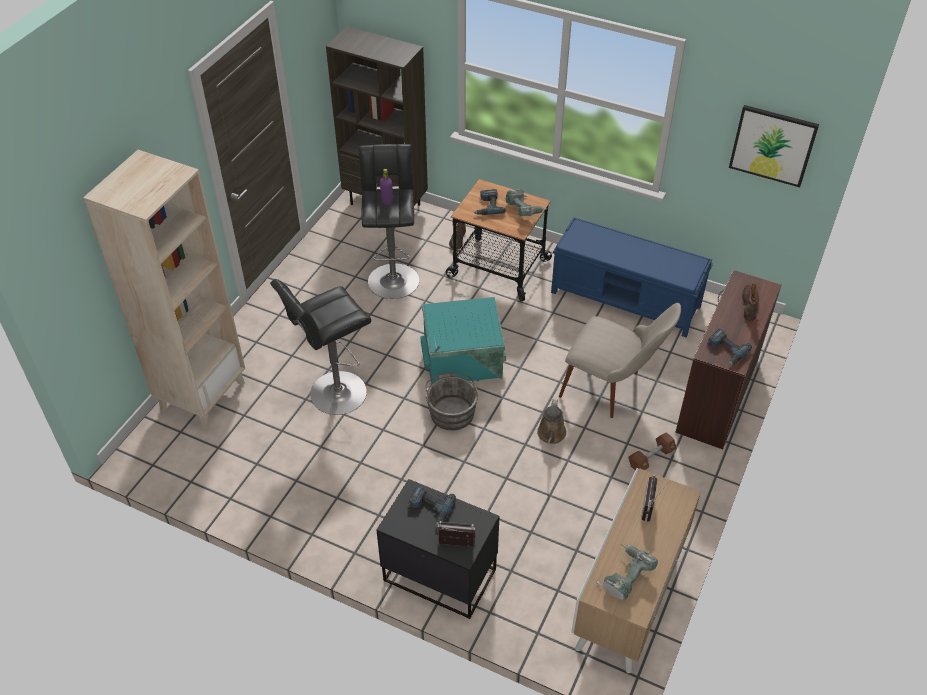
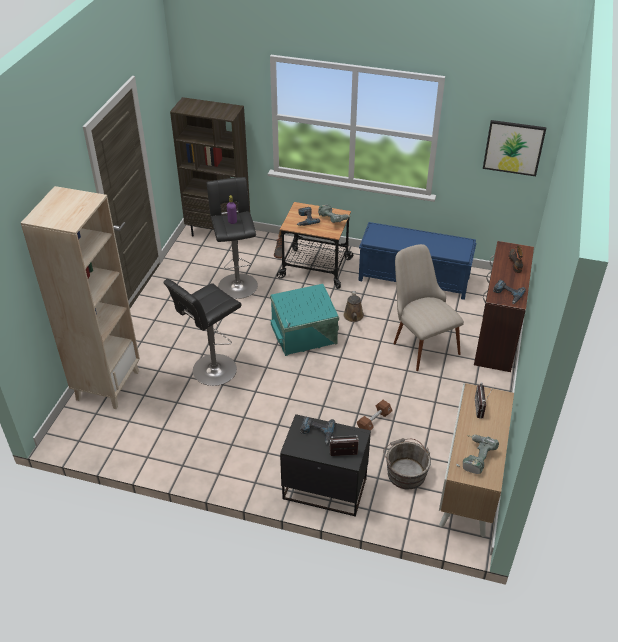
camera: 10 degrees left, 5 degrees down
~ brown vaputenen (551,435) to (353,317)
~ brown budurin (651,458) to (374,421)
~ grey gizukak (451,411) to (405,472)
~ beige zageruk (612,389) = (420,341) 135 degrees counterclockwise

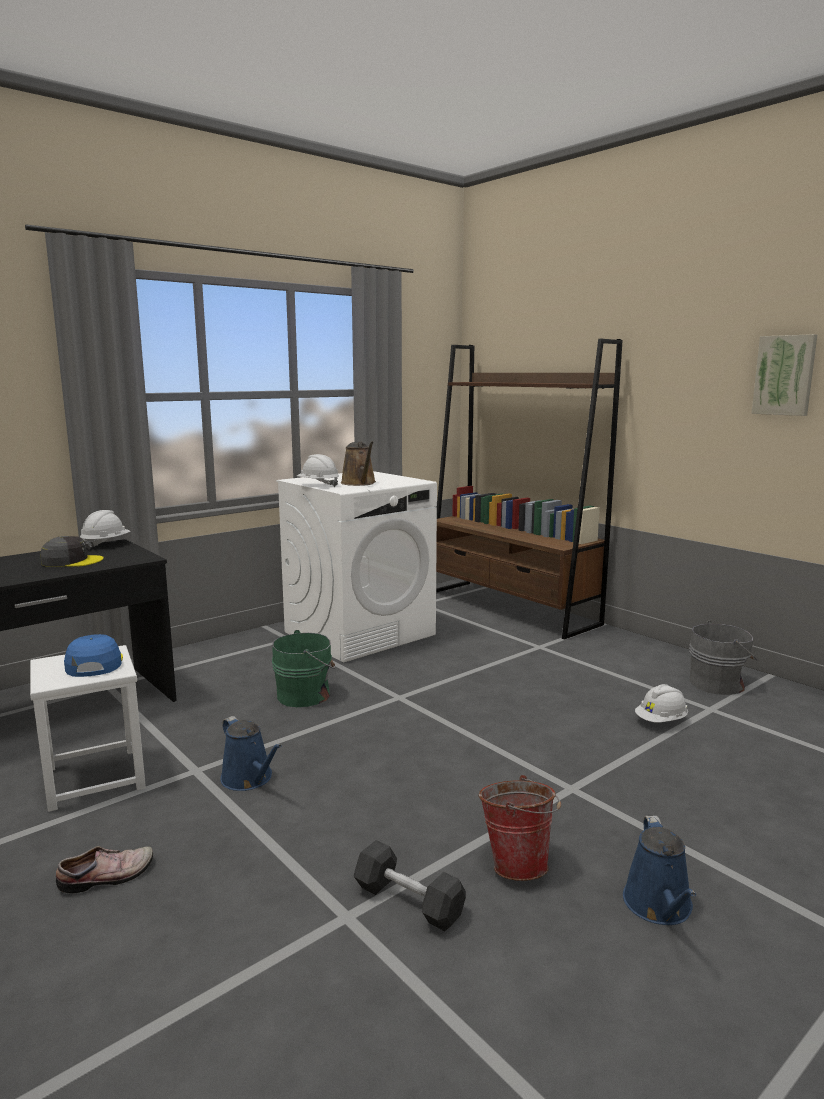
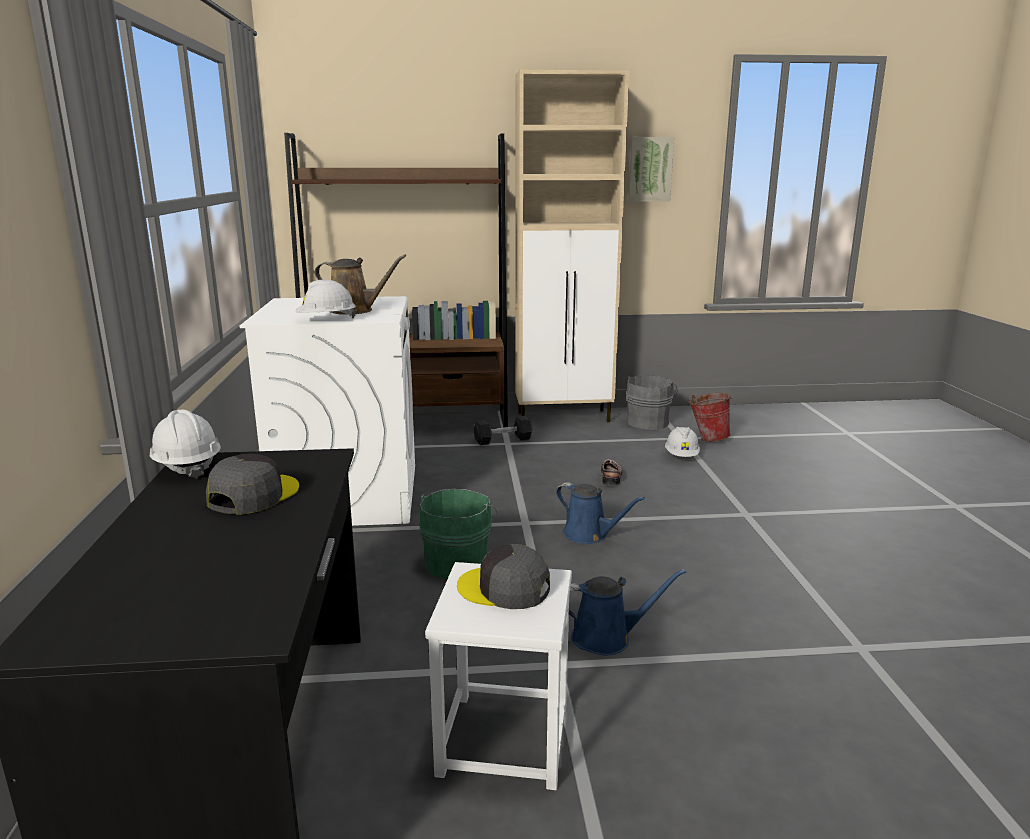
camera: 55 degrees left, 5 degrees up
~ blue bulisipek (94,664) to grey bulisipek (504,588)
~ black budurin (408,901) to (503,440)
+ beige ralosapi (564,417)
~ blue vaputenen (659,907) to (589,534)
~ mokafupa (107,877) to (612,476)
~ gizukak (517,863) to (707,438)

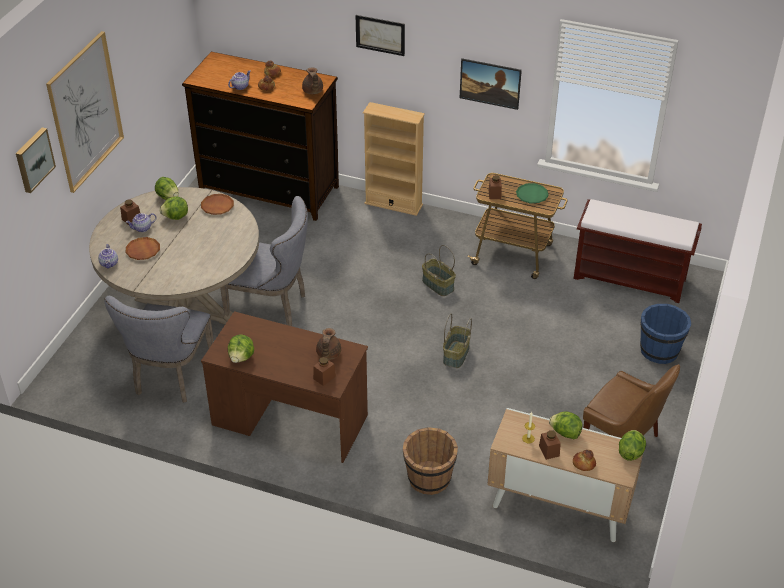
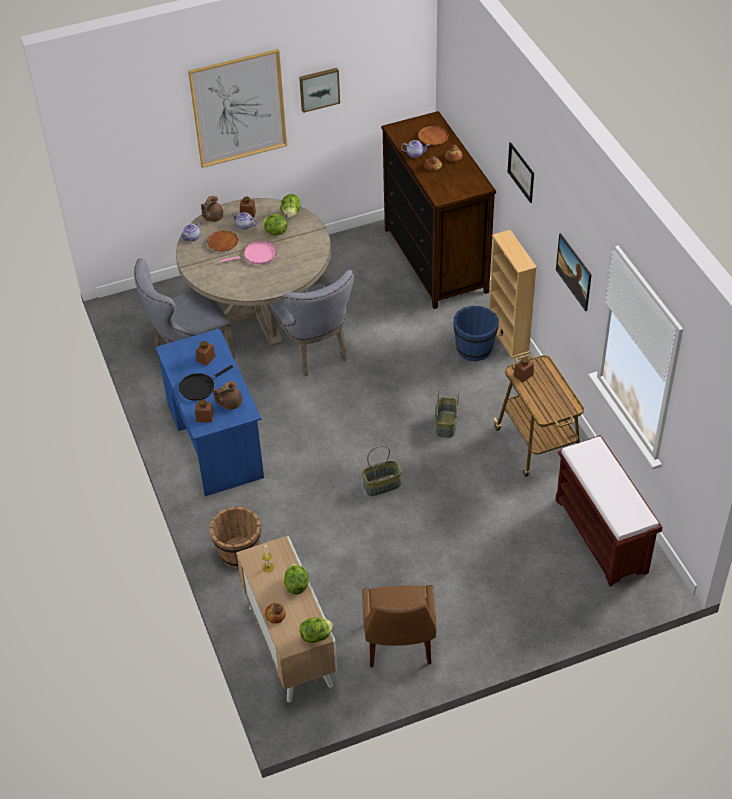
camera: 50 degrees right, 5 degrees up
~ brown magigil (289,420) to blue magigil (215,440)
+ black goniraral (199,387)
~ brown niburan (549,451) to (206,359)
~ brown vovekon (312,91) to (212,218)
+ pink goniraral (257,255)
~ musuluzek (33,159) to (319,89)
~ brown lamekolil (217,206) to (433,137)
~ blue gizukak (659,350) to (474,349)
- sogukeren (241,357)
- green lamekolil (532,195)

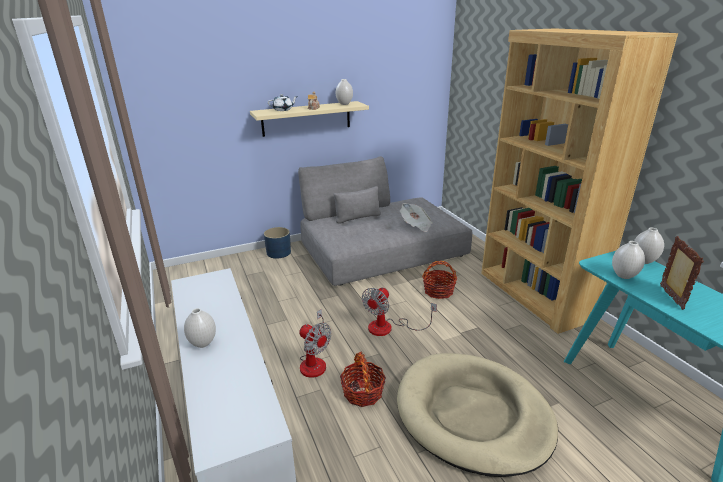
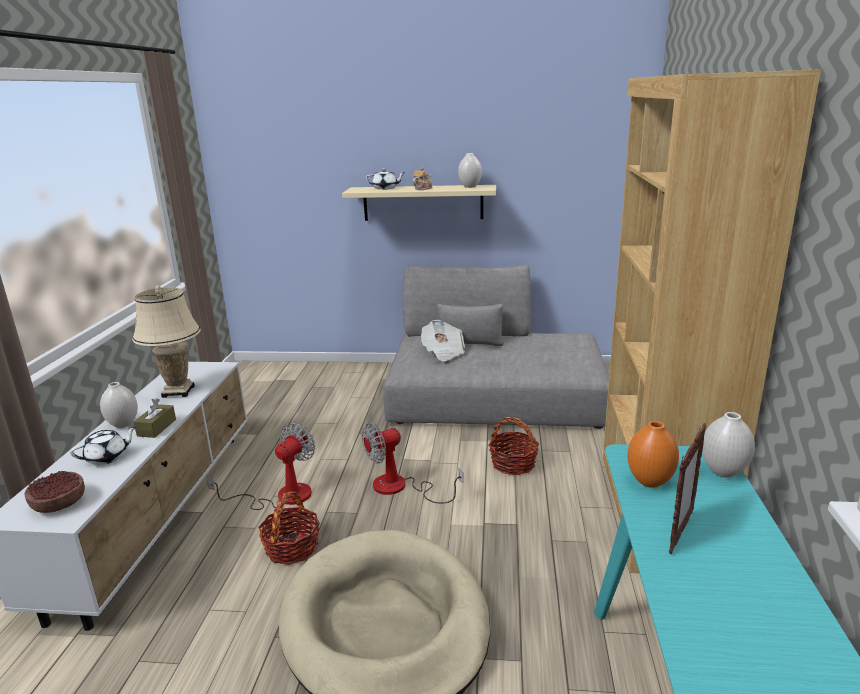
camera: 30 degrees right, 5 degrees down
+ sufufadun (59,503)
+ white vovekon (108,457)
+ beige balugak (178,391)
+ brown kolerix (156,427)
~ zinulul (314,361) = (281,496) 135 degrees counterclockwise
~ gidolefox (416,225) to (443,352)
~ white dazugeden (624,276) to orange dazugeden (650,481)
- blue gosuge (279,252)

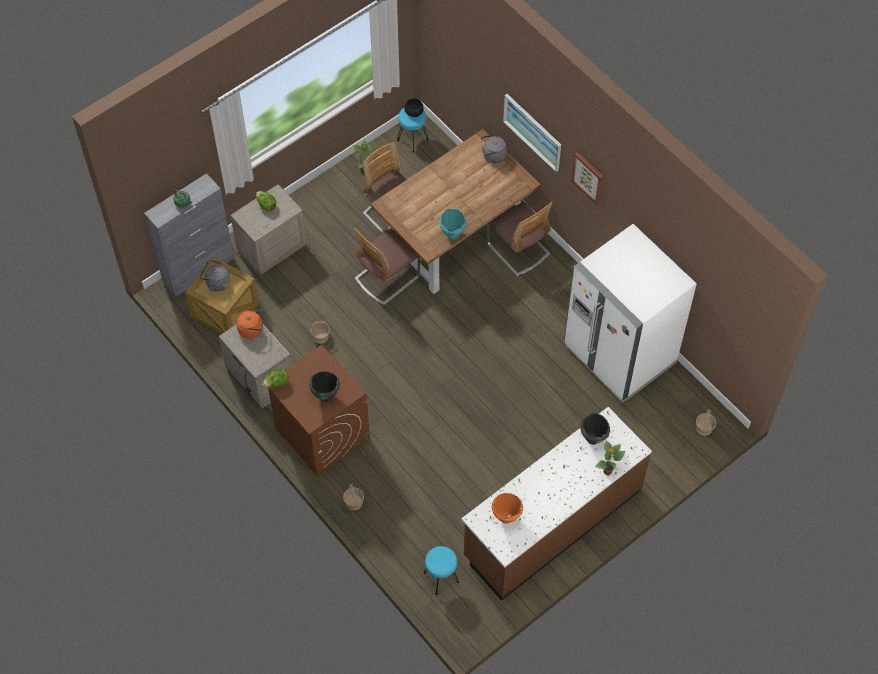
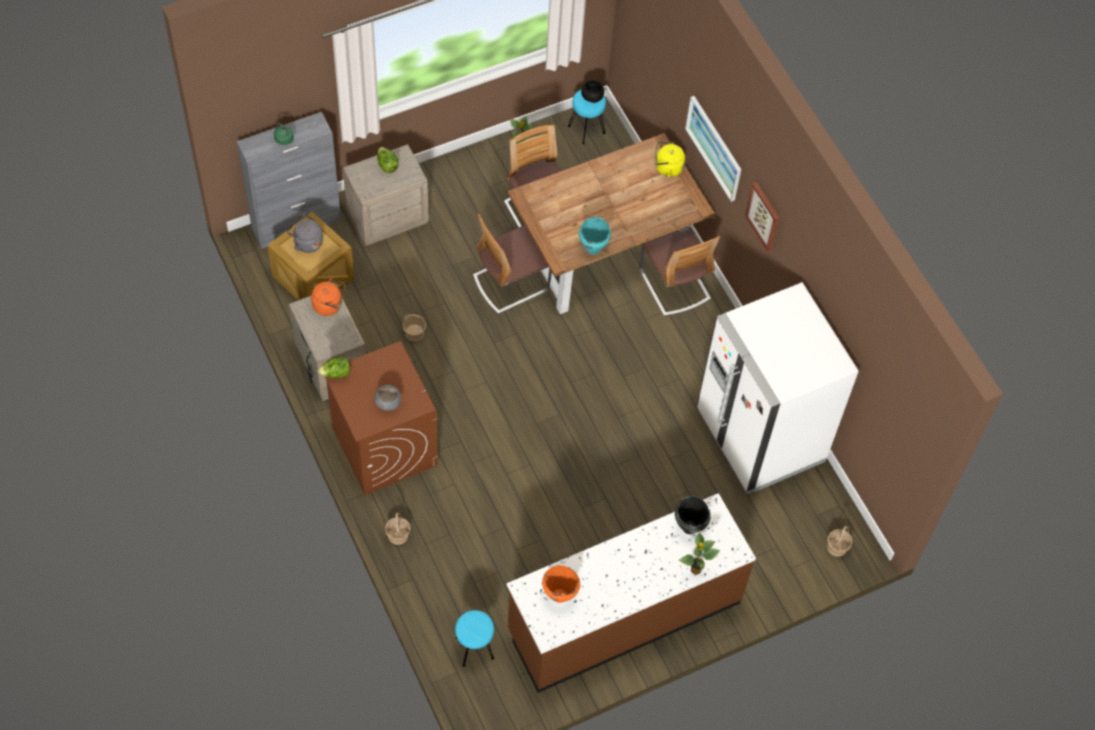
camera: 10 degrees right, 0 degrees up
~ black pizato (325,396) to grey sufufadun (388,402)
~ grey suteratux (492,156) to yellow suteratux (667,168)

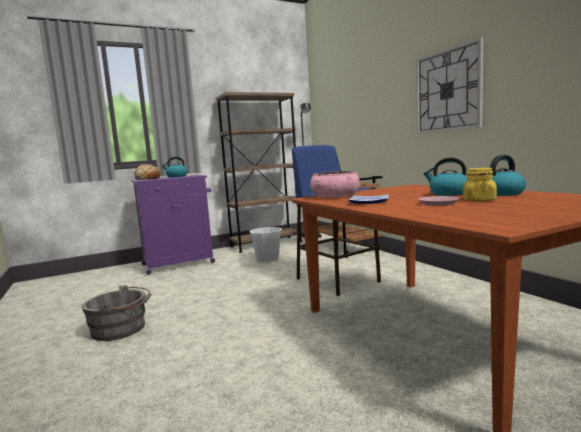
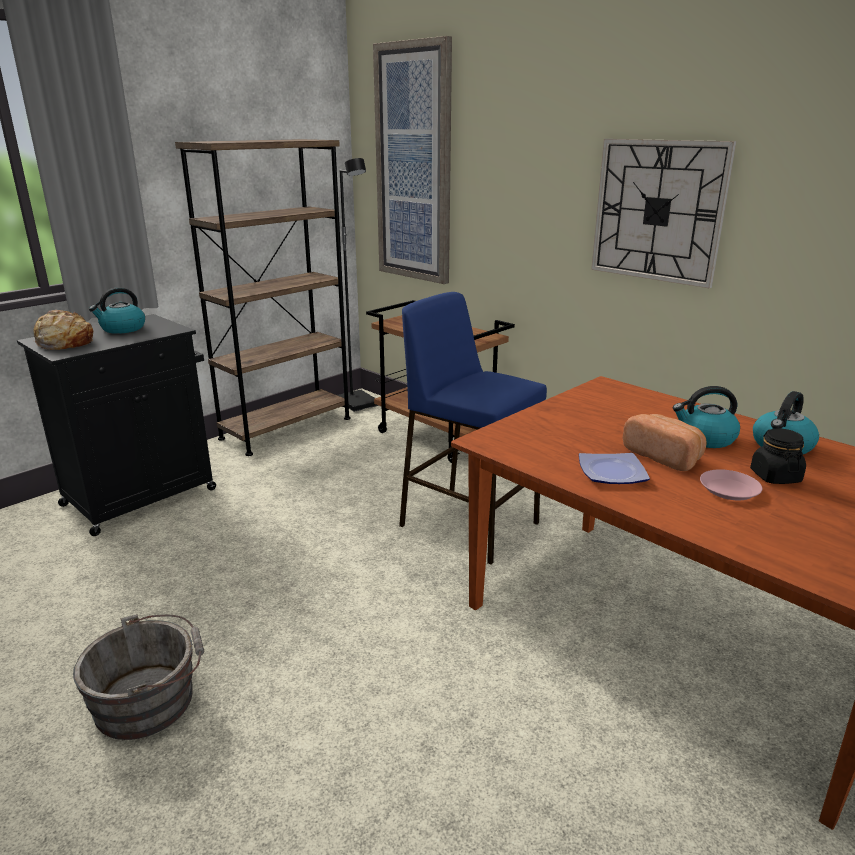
camera: 20 degrees left, 15 degrees up
~ purple ralosapi (180,263) to black ralosapi (143,496)
+ musuluzek (414,166)
+ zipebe (664,456)
~ yellow niburan (479,200) to black niburan (775,476)
- white gizukak (267,259)
- pink sufufadun (335,196)

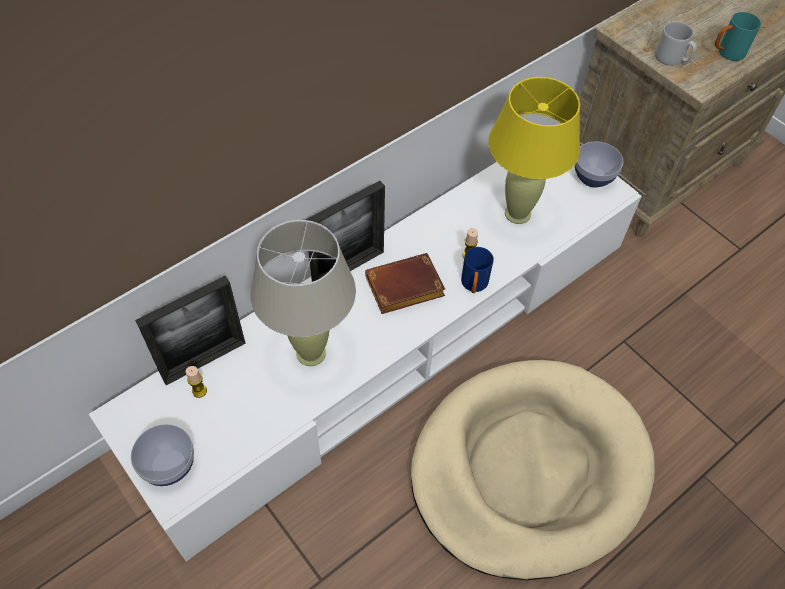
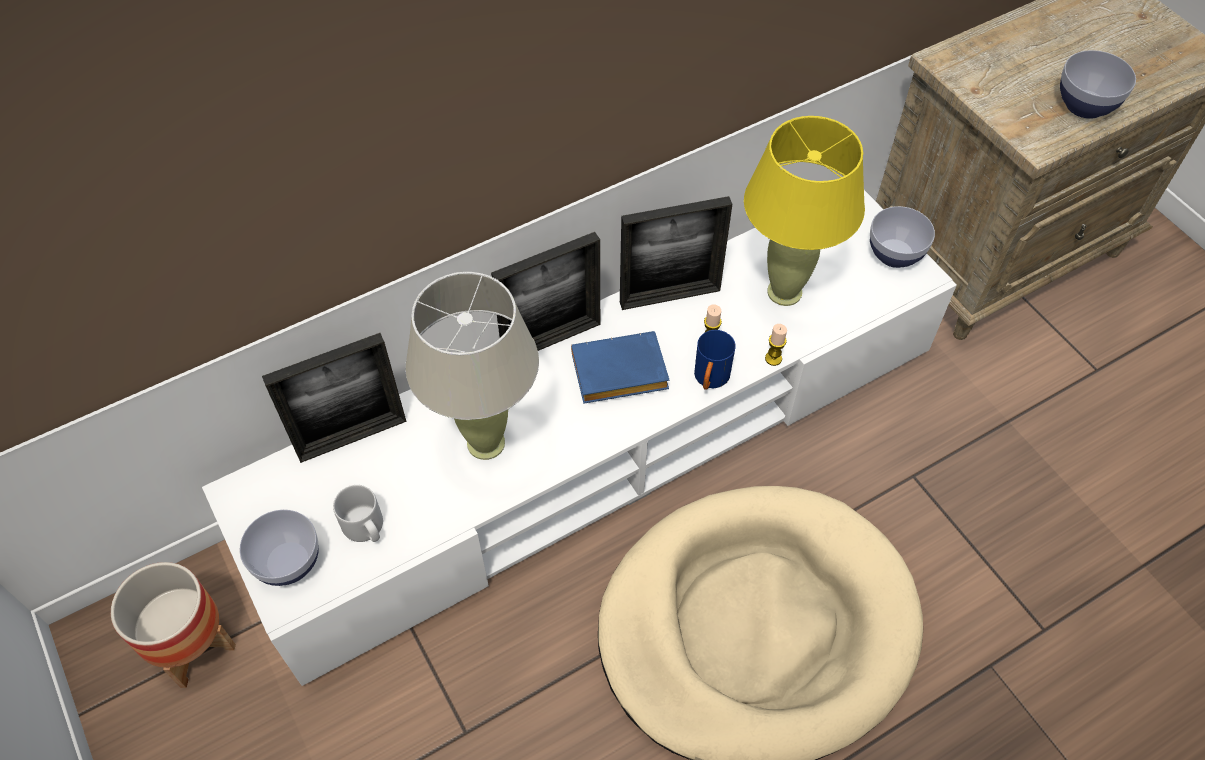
camera: 10 degrees right, 0 degrees up
+ gosuge (193,646)
~ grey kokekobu (672,58) to (365,528)
~ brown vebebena (403,289) to blue vebebena (617,375)
+ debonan (670,296)
~ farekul (199,391) to (773,358)
~ turquoise kokekobu (726,53) to sufufadun (1085,105)

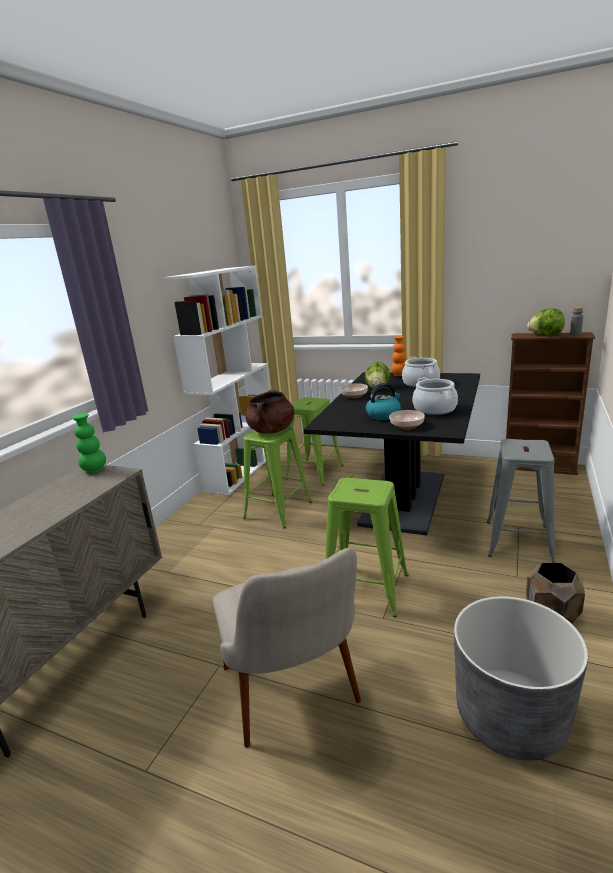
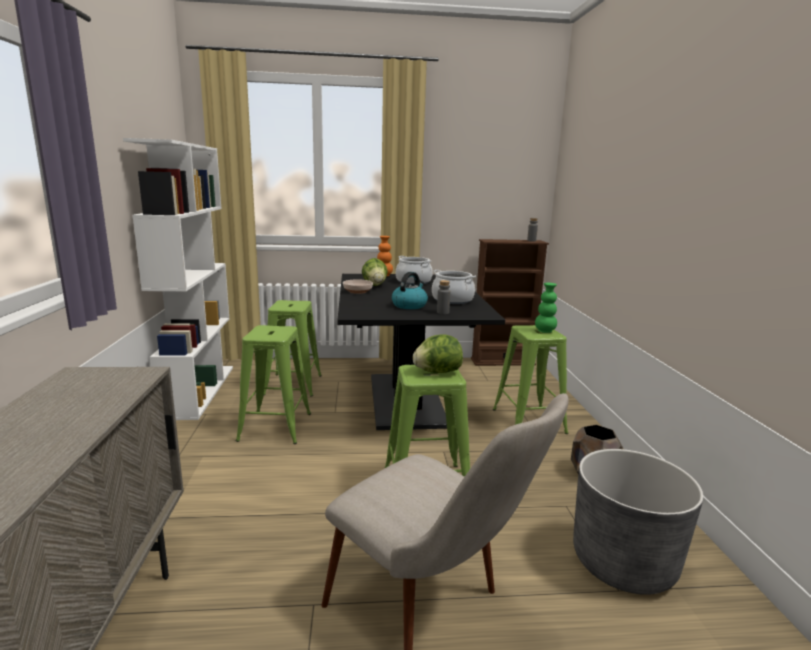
camera: 30 degrees left, 5 degrees down
~ sogukeren (545,335) to (437,372)
~ sufufadun (407,426) to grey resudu (443,312)
~ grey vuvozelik (518,540) to green vuvozelik (528,420)
~ green dazugeden (95,470) to (545,331)
- brown pizato (272,430)

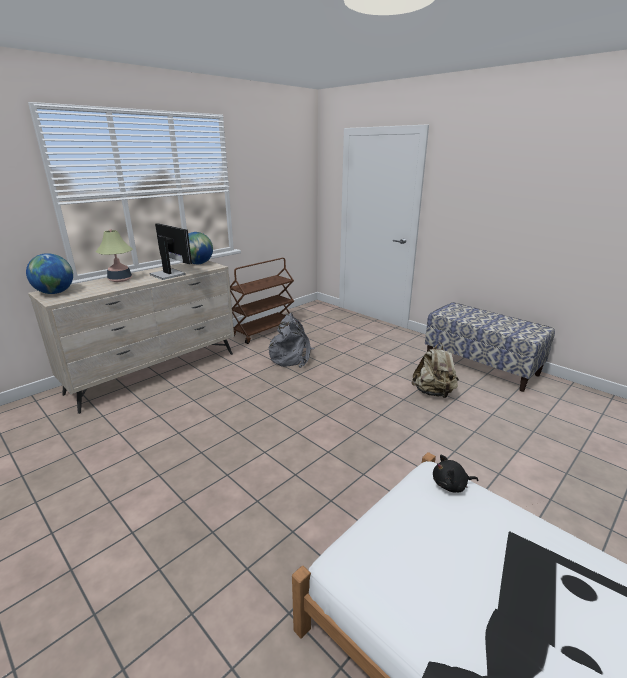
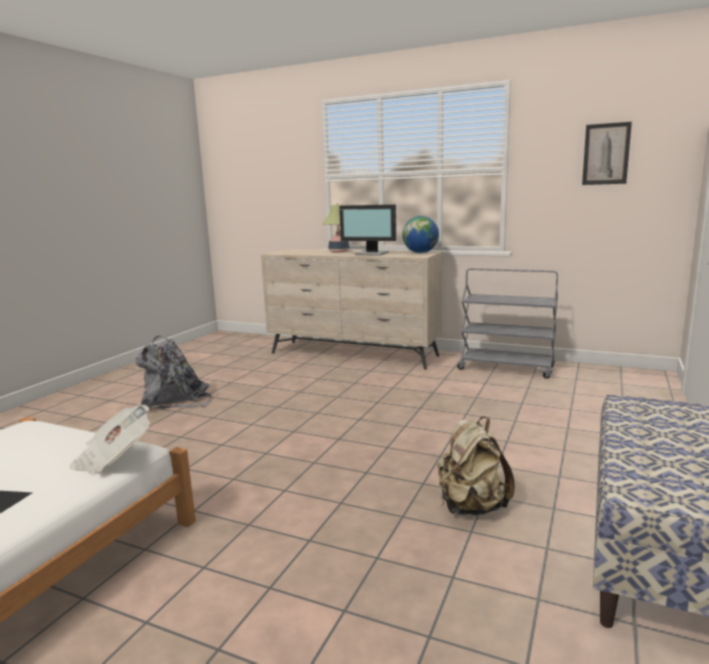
camera: 70 degrees right, 10 degrees down
~ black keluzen (451,485) to gidolefox (113,458)
~ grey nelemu (291,357) to (175,401)
~ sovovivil (169,274) = (372,254) 90 degrees clockwise
~ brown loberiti (264,331) to grey loberiti (506,368)
+ musuluzek (606,154)
- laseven (55,293)

